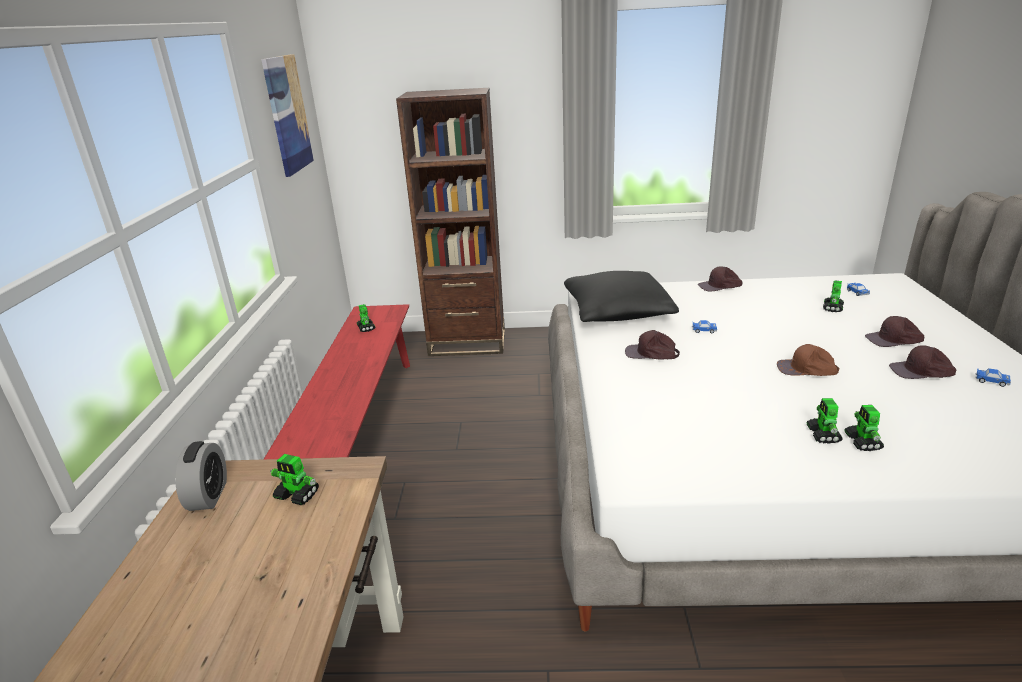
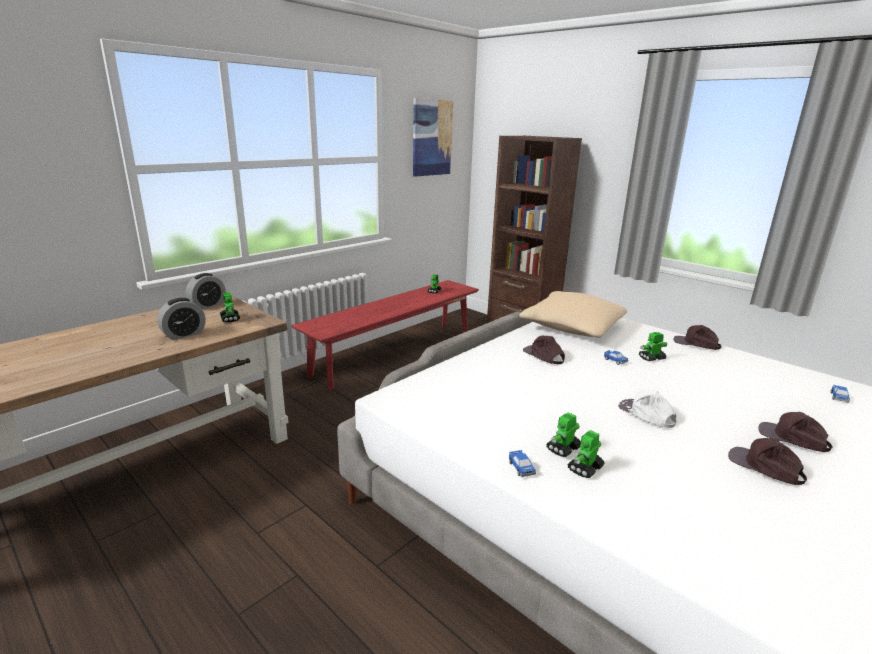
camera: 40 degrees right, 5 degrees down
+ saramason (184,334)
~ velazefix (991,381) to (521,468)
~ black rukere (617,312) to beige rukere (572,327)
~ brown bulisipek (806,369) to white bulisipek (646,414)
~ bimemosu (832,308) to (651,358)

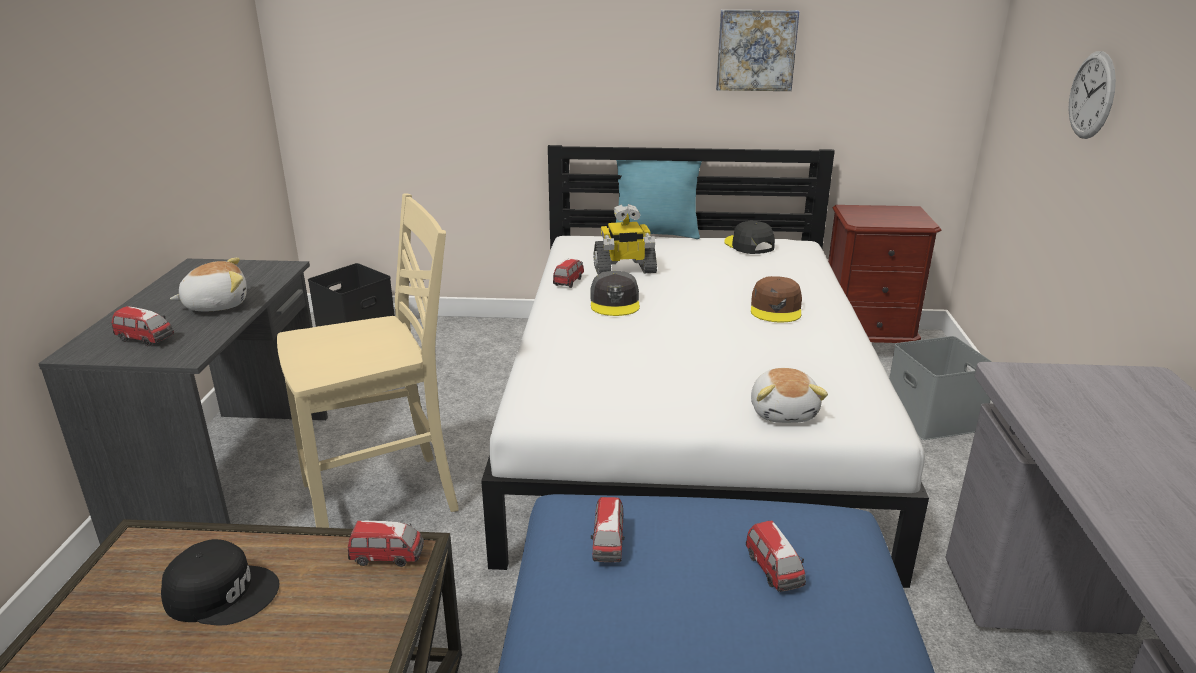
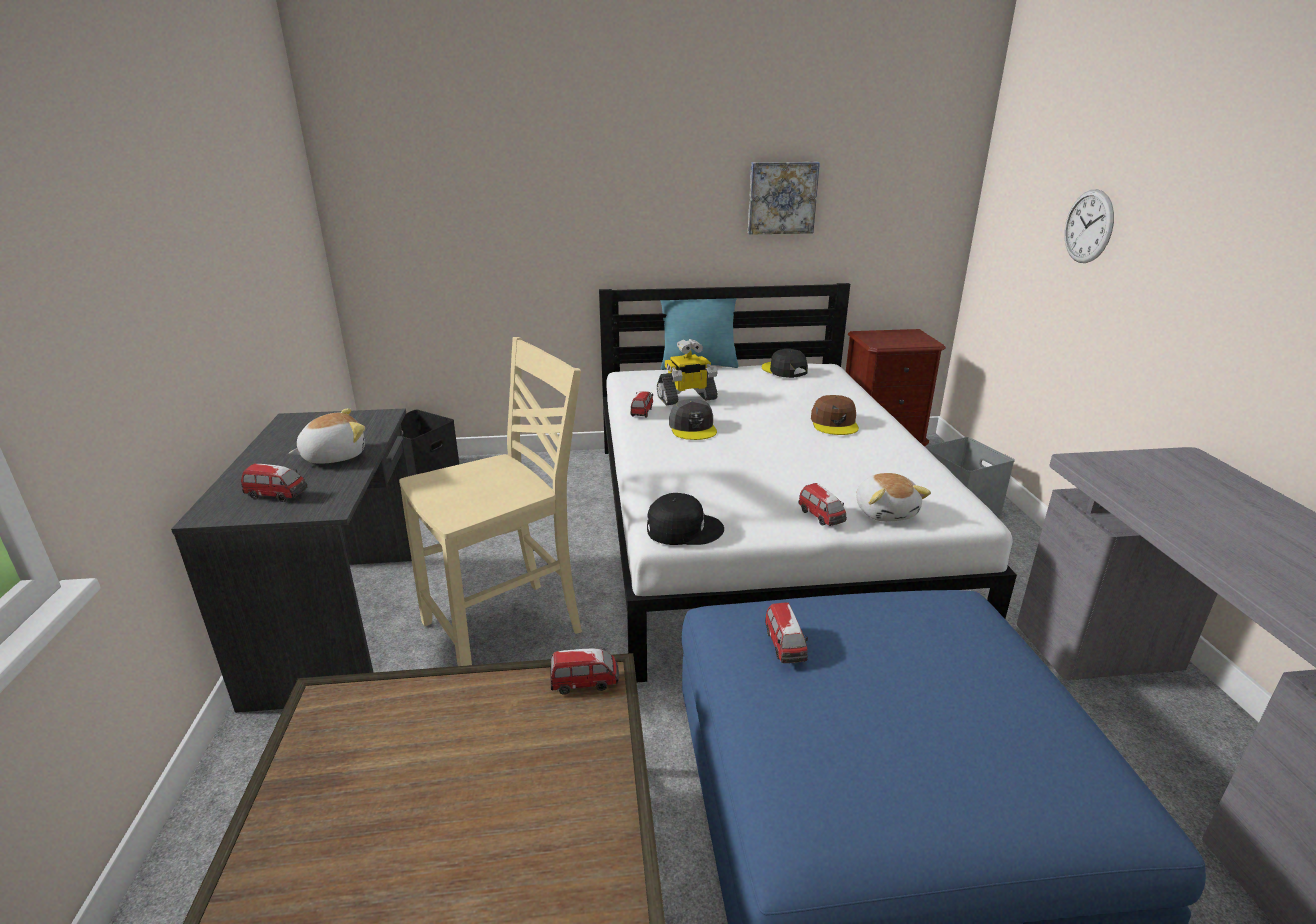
camera: 10 degrees left, 0 degrees up
~ black bulisipek (222,592) to (683,528)
~ velazefix (774,571) to (821,517)

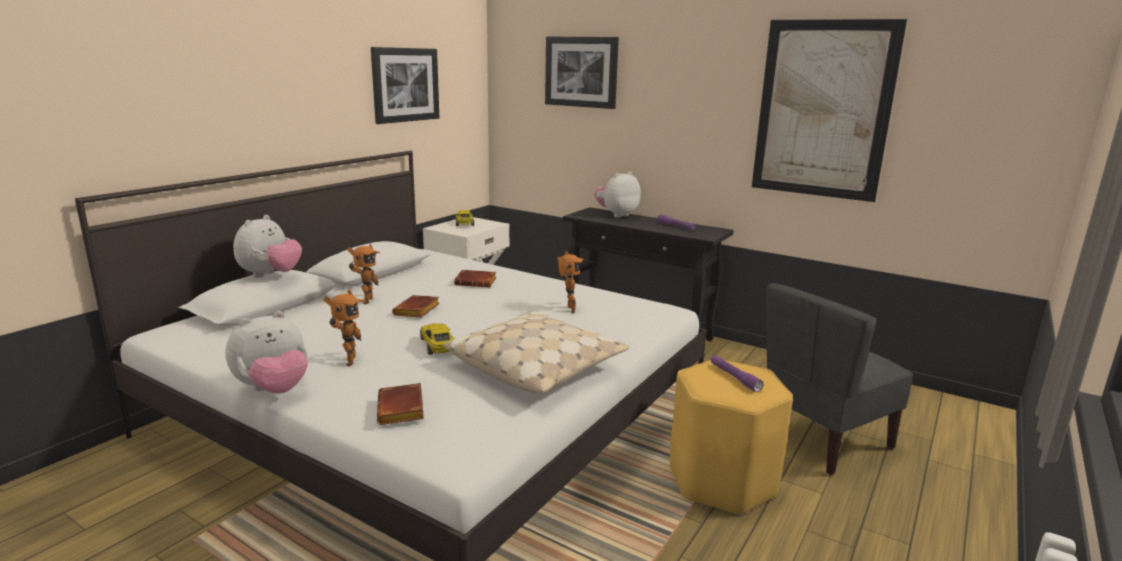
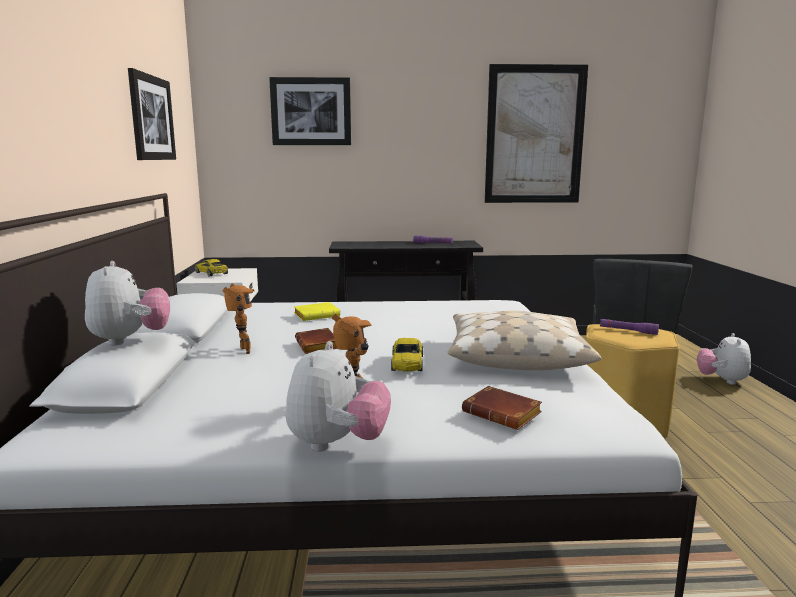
camera: 35 degrees left, 5 degrees down
~ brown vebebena (477,282) to yellow vebebena (317,315)
~ yellow velazefix (438,345) = (407,363) 120 degrees counterclockwise
~ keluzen (616,215) to (722,380)
- bimemosu (568,310)

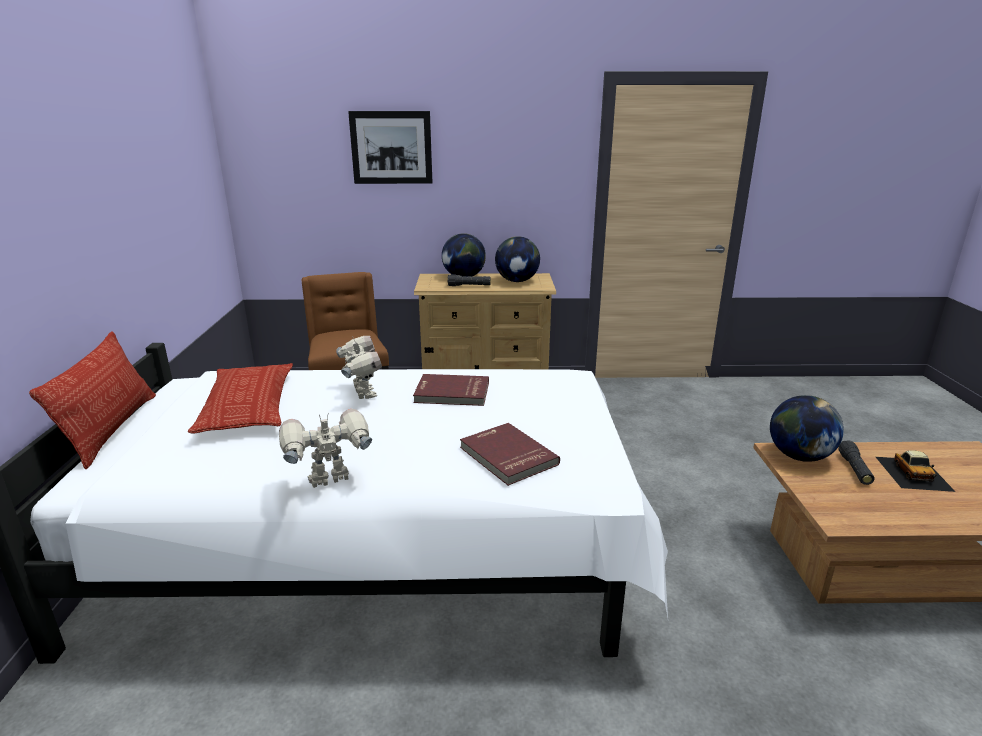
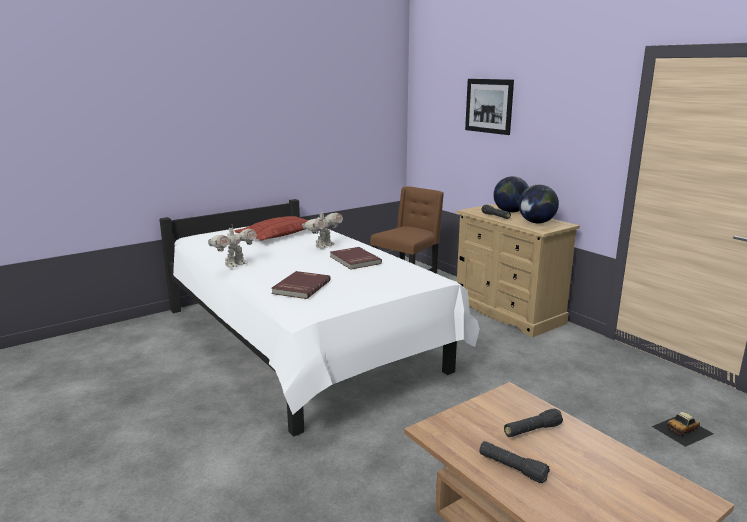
camera: 55 degrees right, 5 degrees down
~ bimemosu (330,481) = (235,265) 105 degrees clockwise
+ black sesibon (512,468)
~ velazefix (913,473) to (682,430)
- rukere (112,429)
- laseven (799,456)

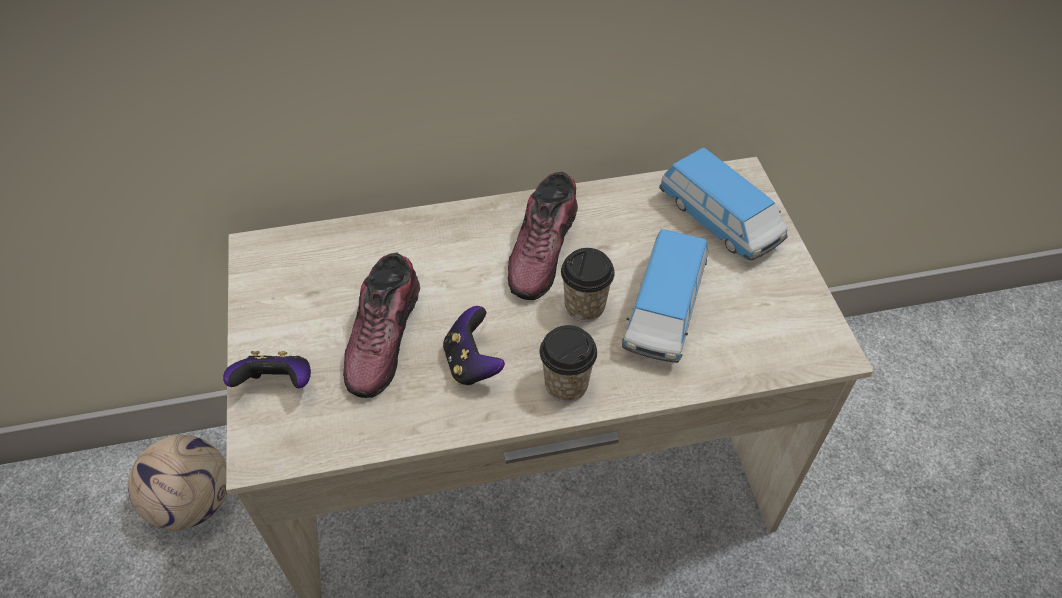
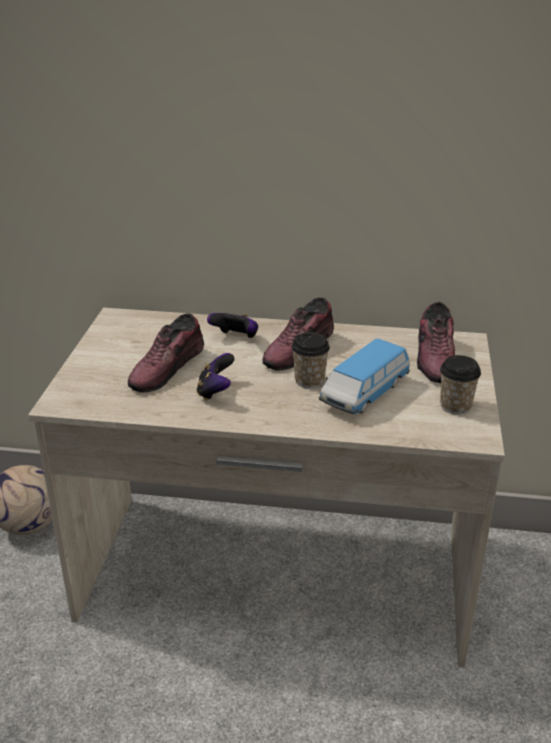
camera: 20 degrees right, 20 degrees down
~ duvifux (278,385) to (235,338)
~ velazefix (719,221) to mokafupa (435,359)
~ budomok (566,384) to (455,406)

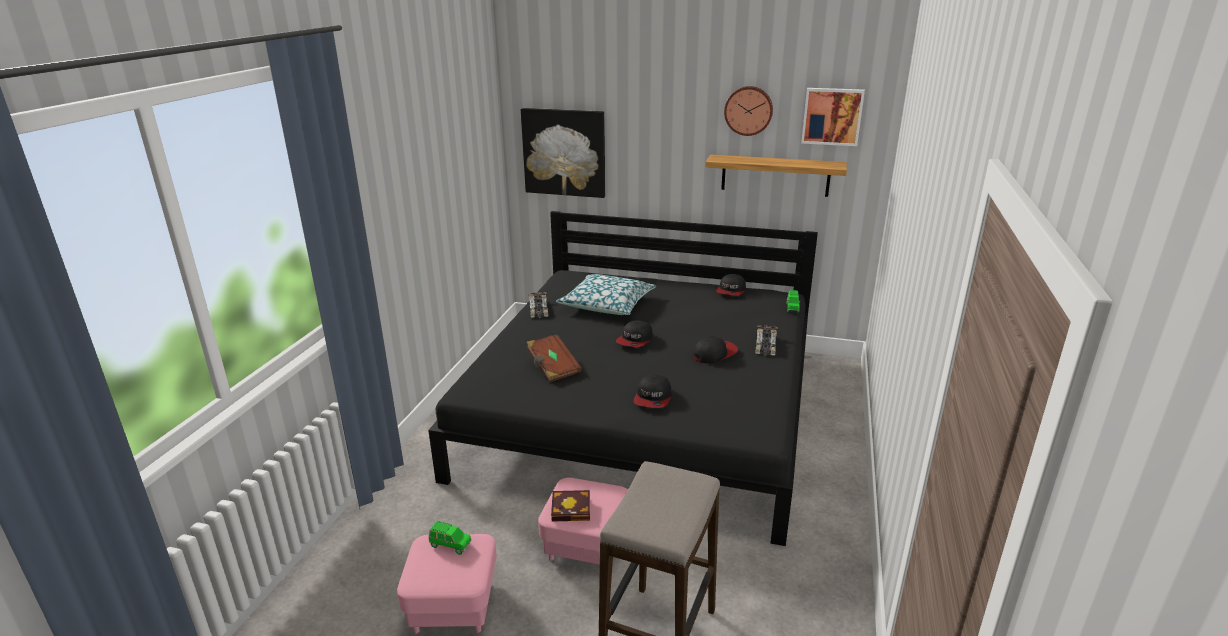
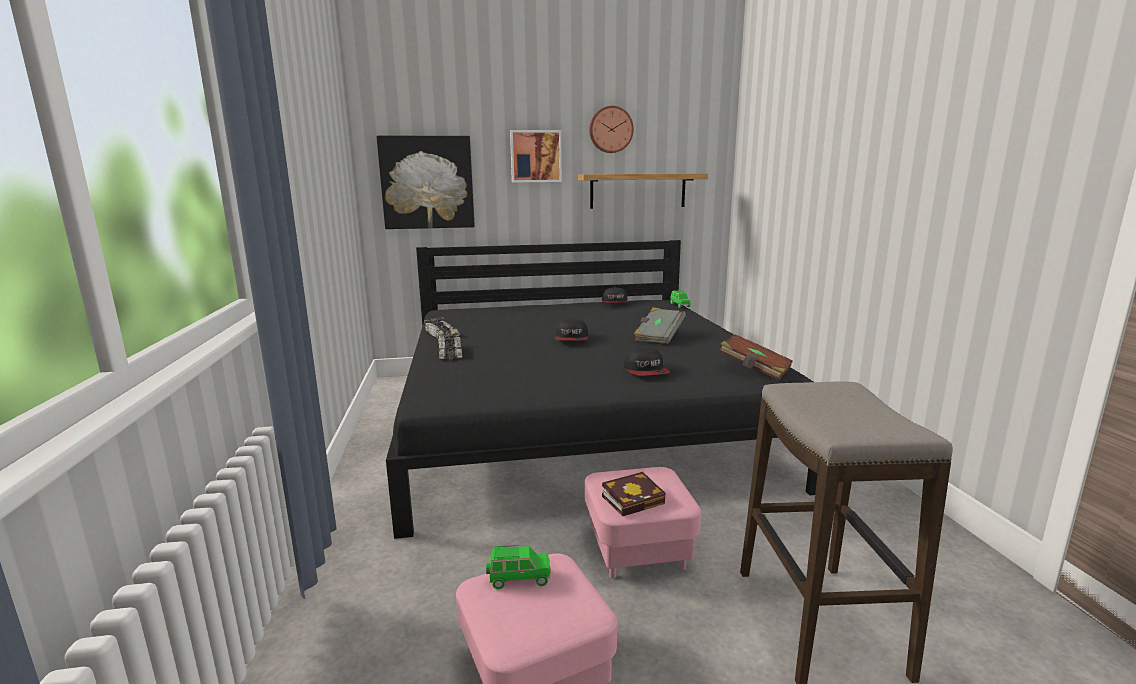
camera: 25 degrees left, 10 degrees down
~ velazefix (765,345) to (450,352)
~ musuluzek (832,116) to (535,156)
~ bulisipek (714,354) to grey vebebena (658,336)
~ brown vebebena (553,368) to (754,370)
- rukere (607,304)

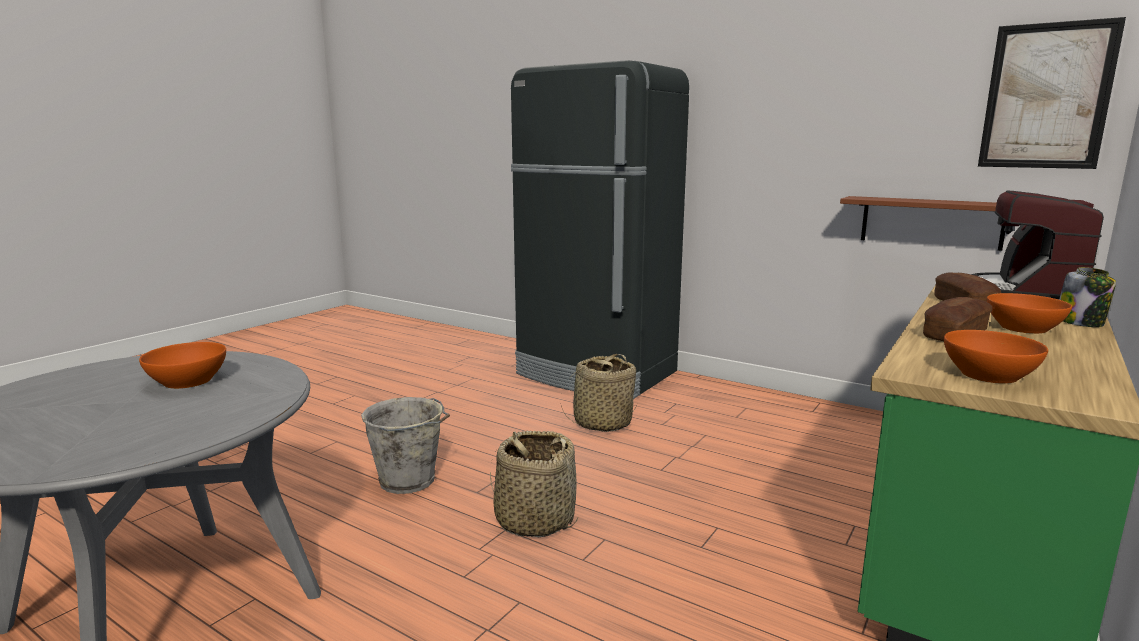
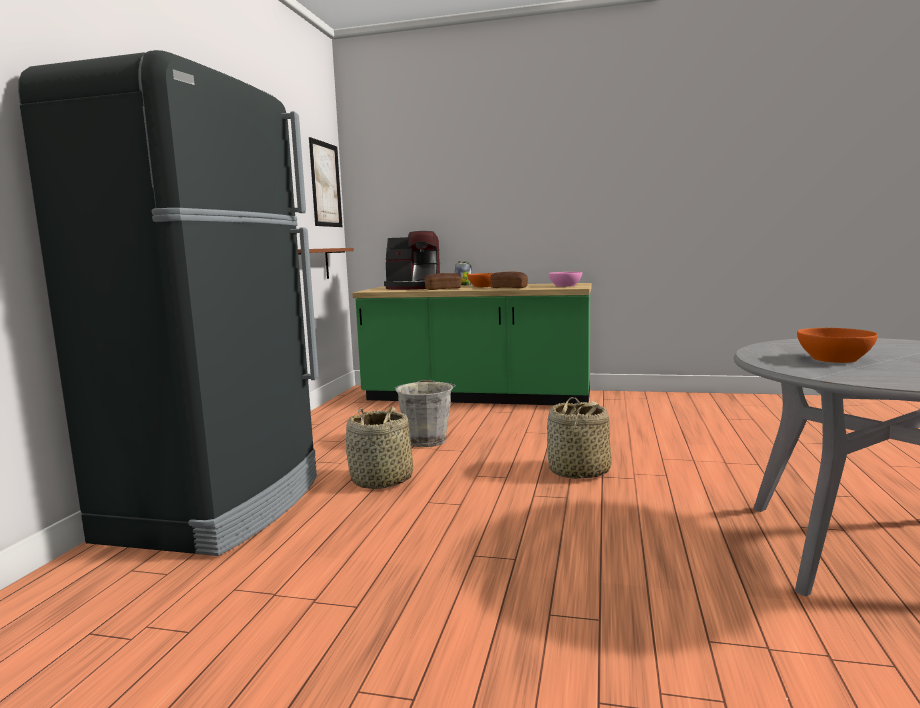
camera: 110 degrees left, 5 degrees down
~ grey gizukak (409,481) to (426,440)
~ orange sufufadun (988,375) to pink sufufadun (565,286)

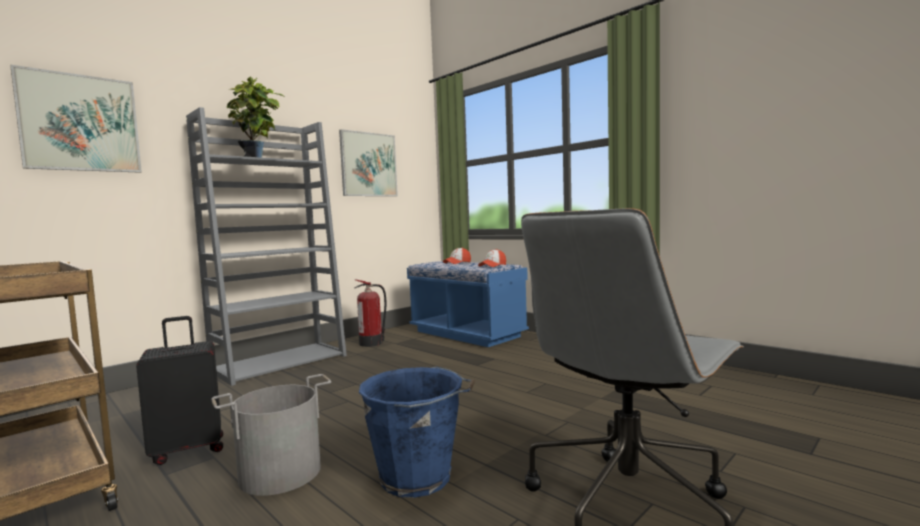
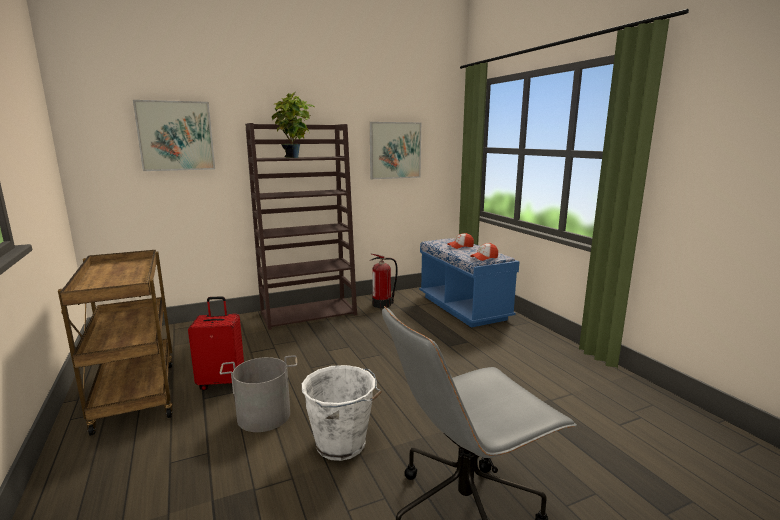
camera: 20 degrees right, 10 degrees up
~ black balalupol (188,449) to red balalupol (222,382)
~ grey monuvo (281,363) to brown monuvo (309,313)
~ blue gizukak (419,478) to white gizukak (342,445)

